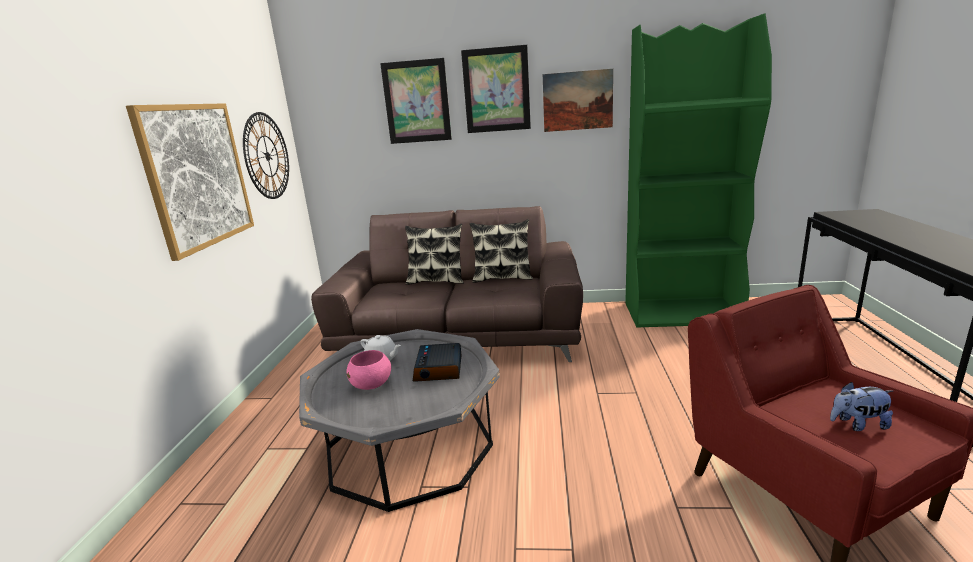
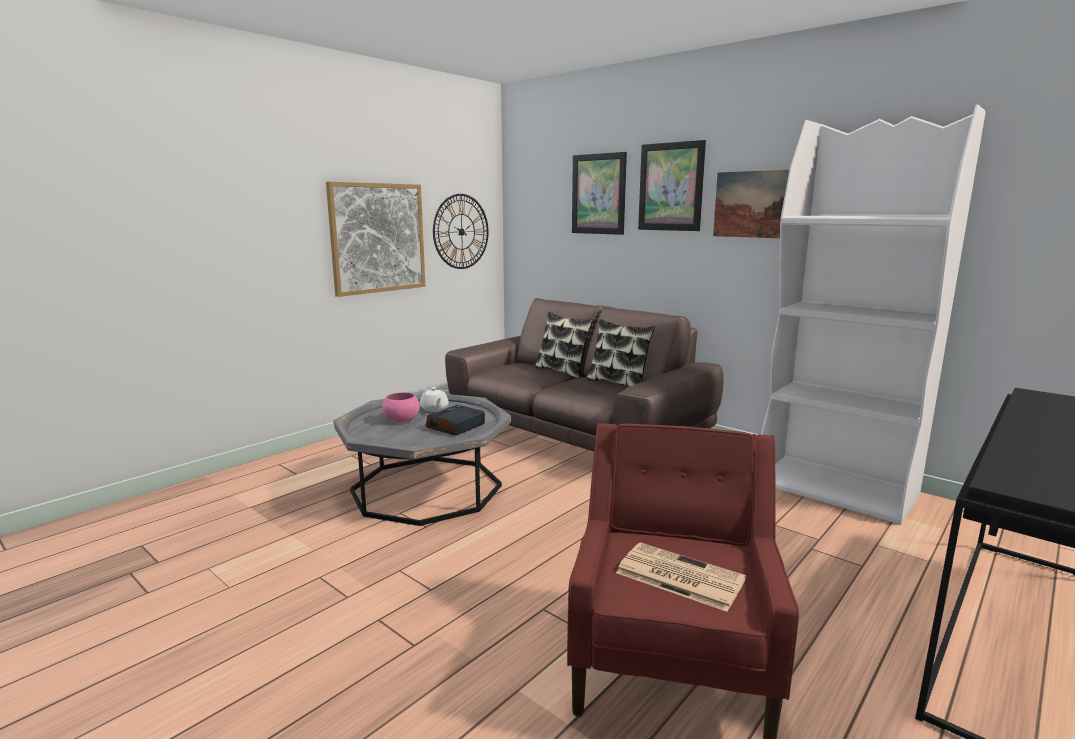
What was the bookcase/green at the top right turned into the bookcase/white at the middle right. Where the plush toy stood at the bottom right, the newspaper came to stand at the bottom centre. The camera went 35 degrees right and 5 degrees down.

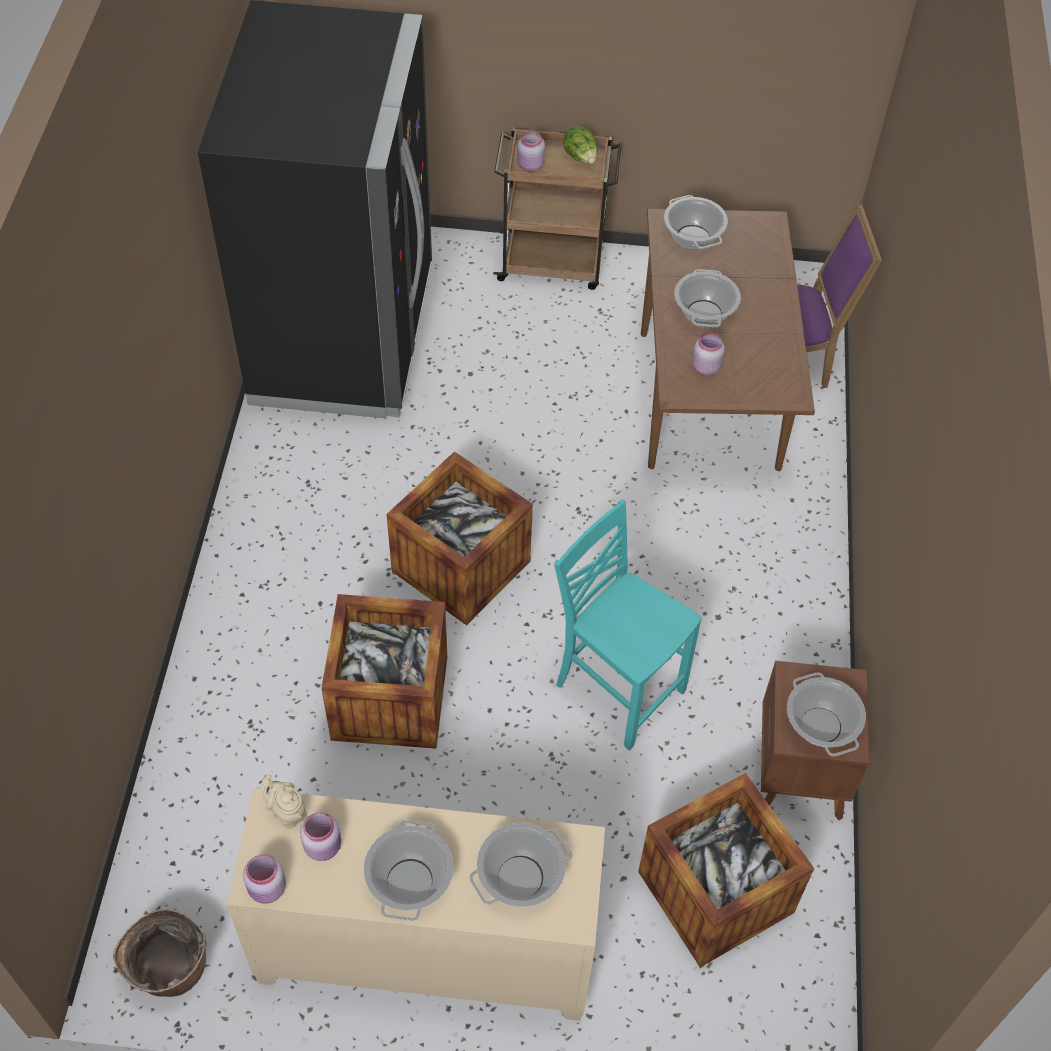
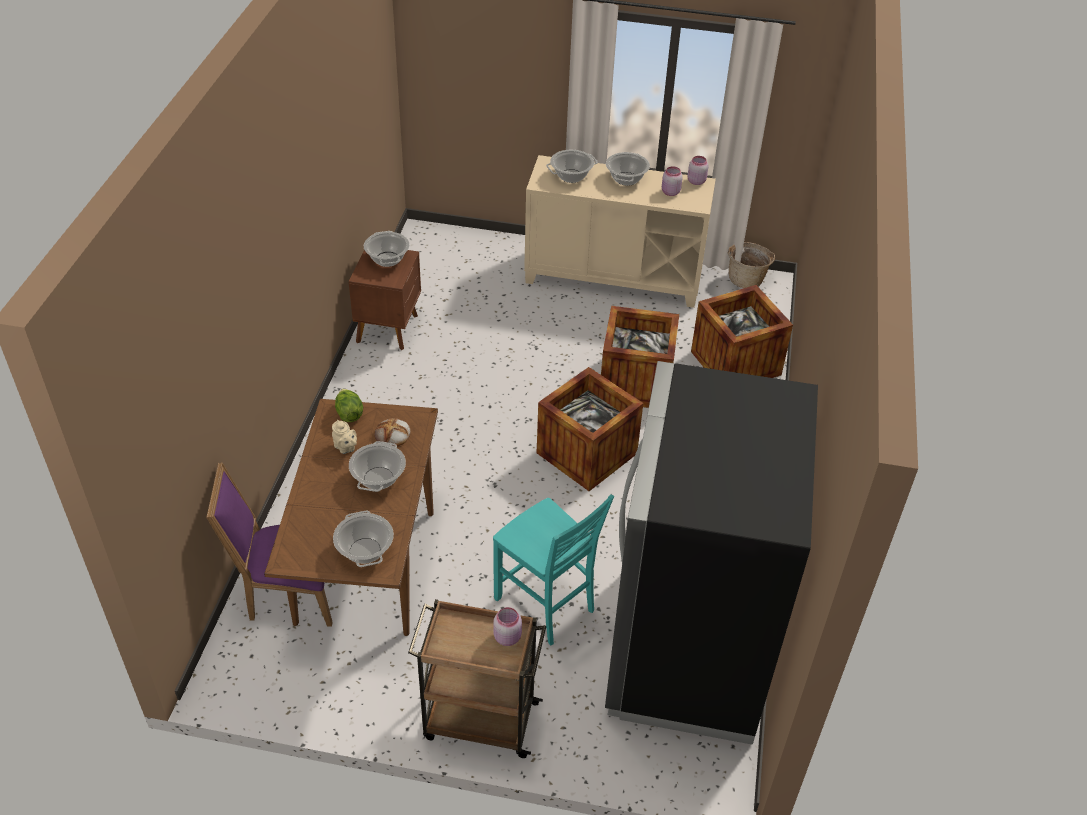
The teapot/beige ended up elsewhere, having gone from the bottom left to the middle left. The chair/turquoise ended up elsewhere, having gone from the centre to the bottom centre. The lettuce ended up elsewhere, having gone from the top centre to the middle left. The crate (3rd from left) ended up elsewhere, having gone from the bottom right to the middle right. Where the jar/pink (4th from left) stood at the middle right, the bread came to stand at the centre. The camera went 175 degrees left and 10 degrees down.

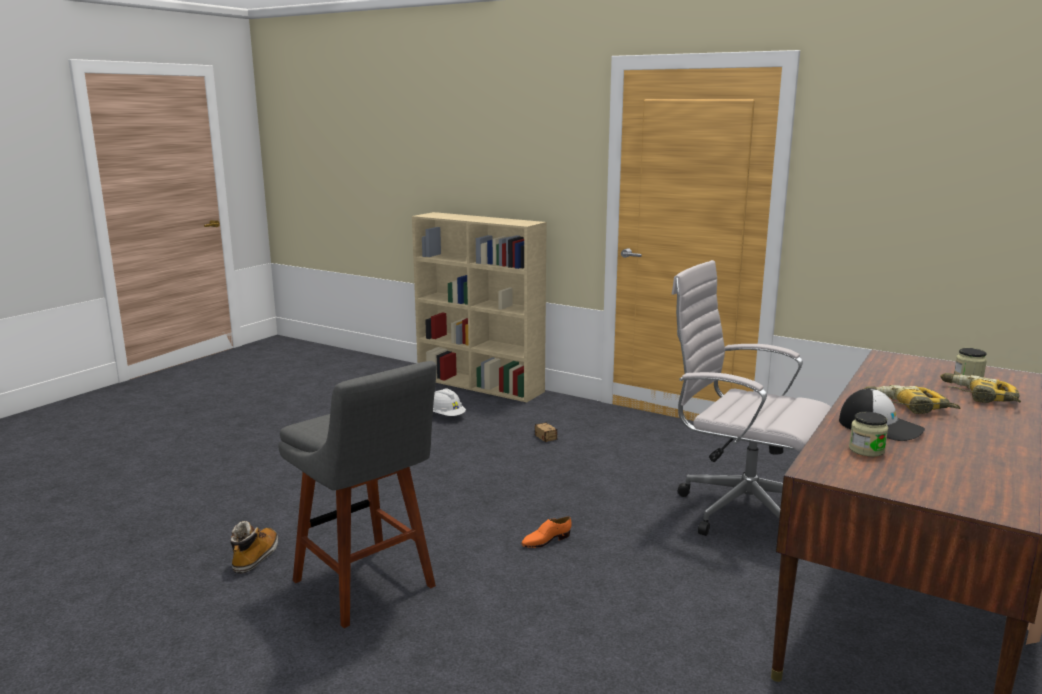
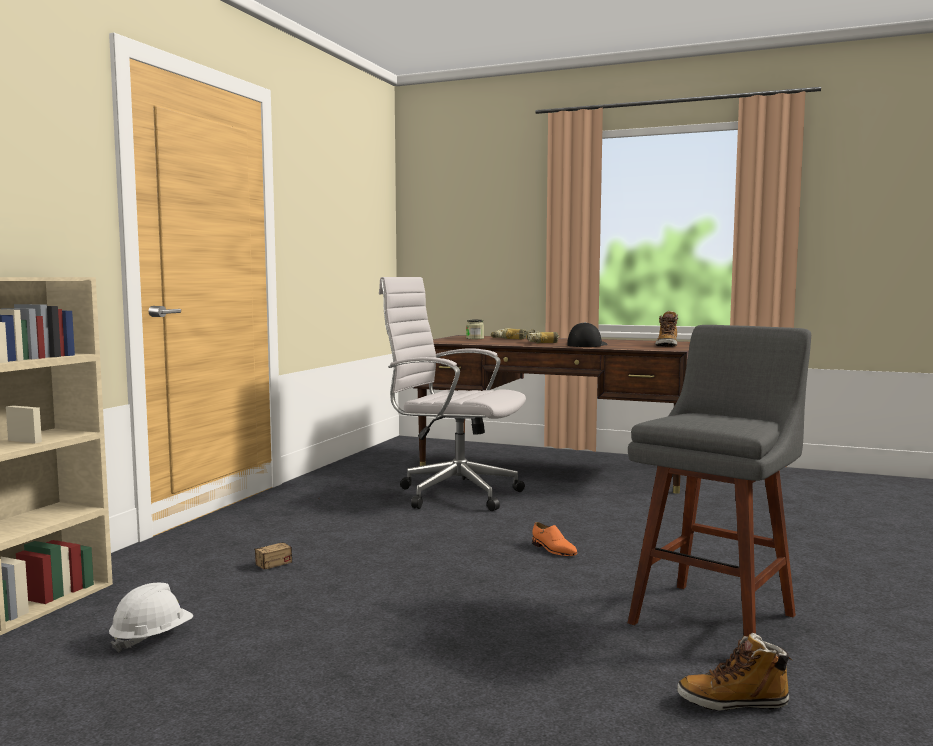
The office chair/white at the middle right ended up facing another way, 90 degrees clockwise from before. The second view lost the jar (1st from left) at the middle right. The second view gained the boot (1st from left) at the middle right. The camera went 100 degrees left and 10 degrees down.

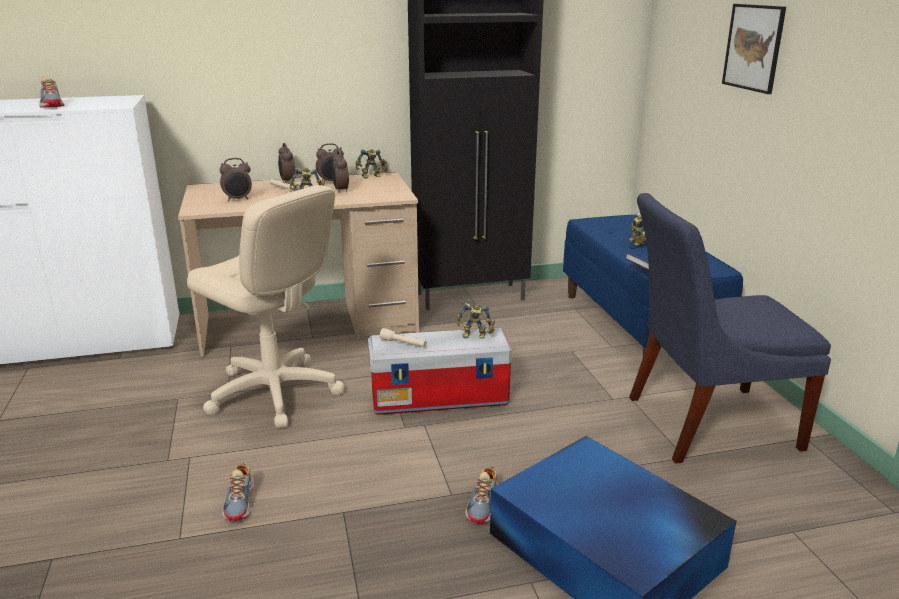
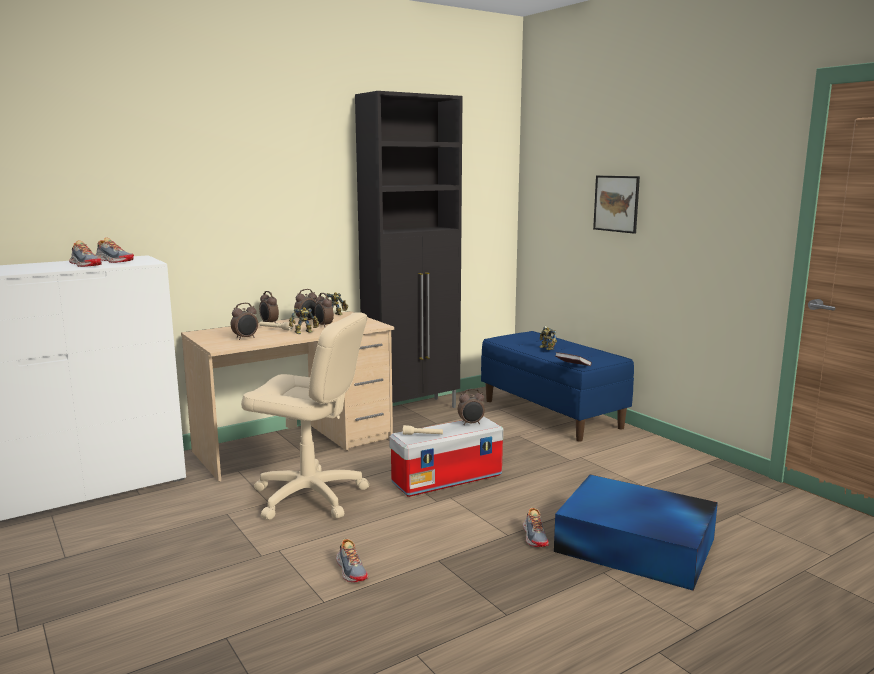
Where the toy robot (3rd from left) stood at the centre, the alarm clock (5th from left) came to stand at the centre. The second view lost the chair/blue at the middle right. The second view gained the shoe (2nd from left) at the middle left. The camera went 20 degrees left and 10 degrees down.

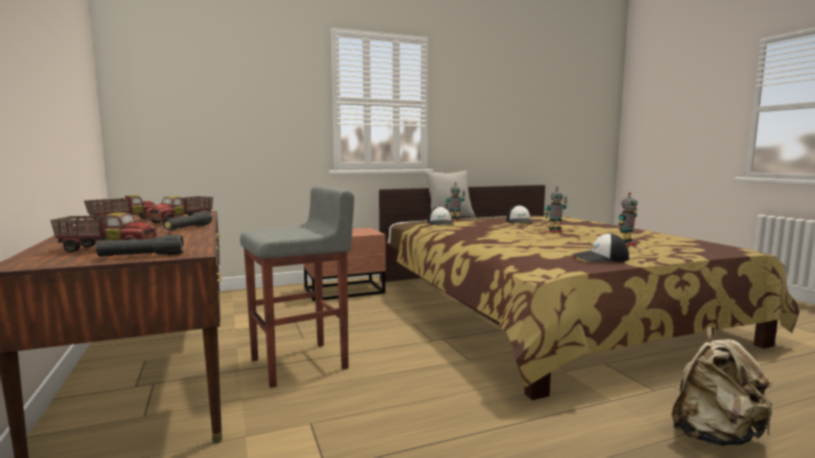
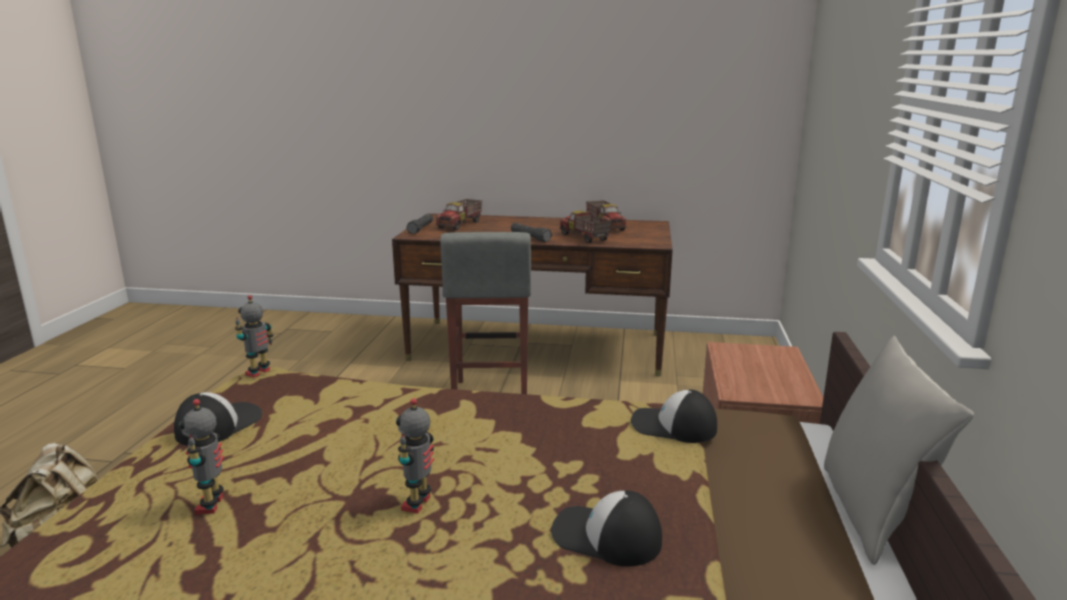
The toy robot (1st from left in the first image) ended up elsewhere, having gone from the centre to the middle left. The camera went 120 degrees right and 10 degrees up.

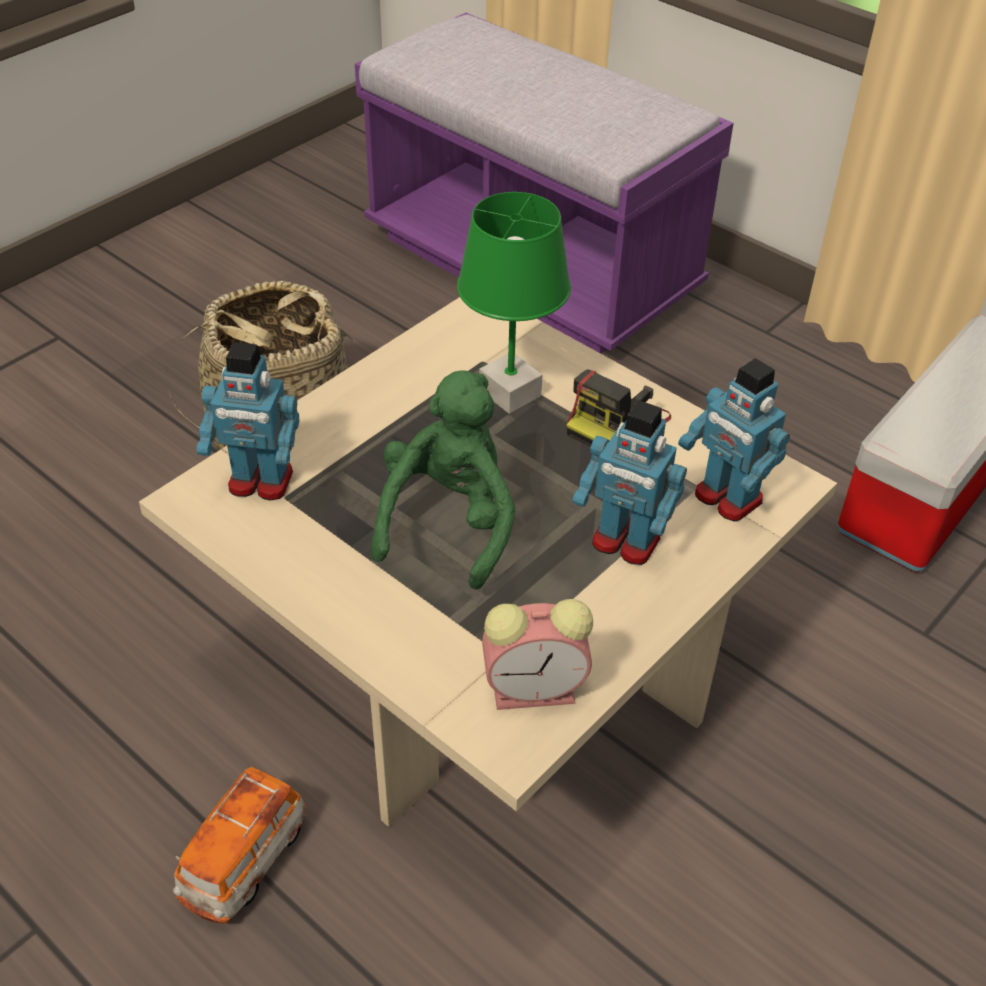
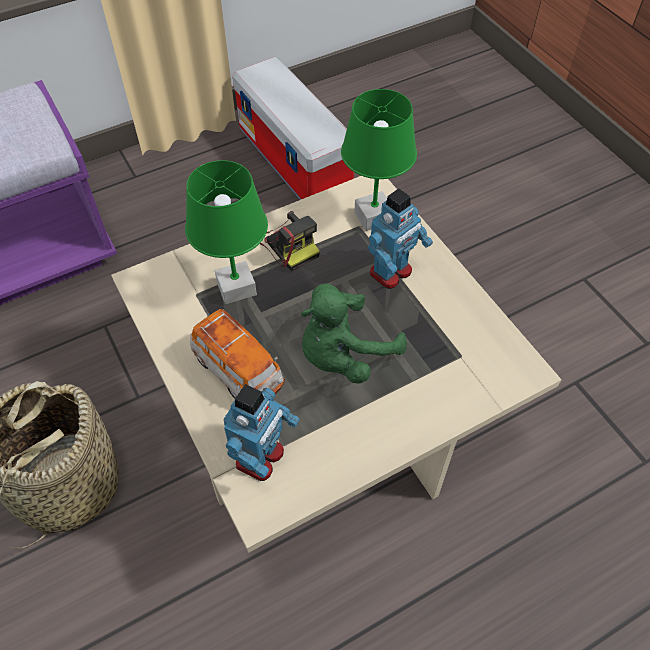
The toy car ended up elsewhere, having gone from the bottom left to the centre. The plush toy/green at the centre ended up facing another way, 75 degrees counterclockwise from before. The second view lost the alarm clock at the centre. Where the toy robot (3rd from left) stood at the middle right, the table lamp/green (2nd from left) came to stand at the top centre. The camera went 70 degrees left and 10 degrees up.

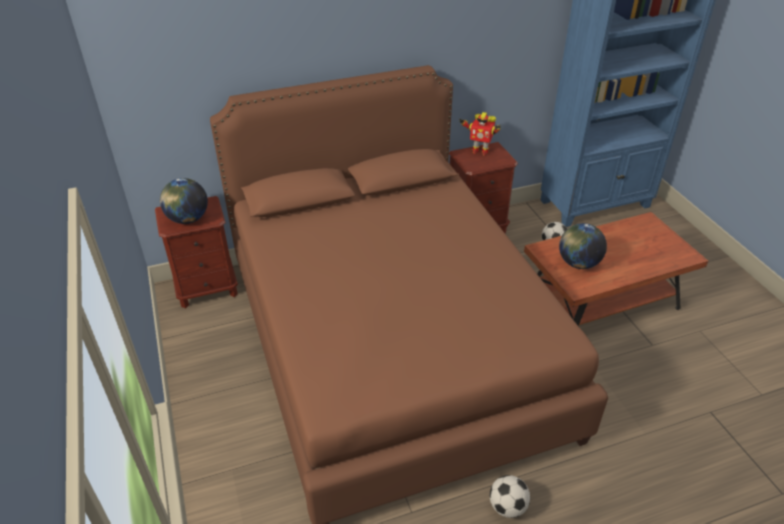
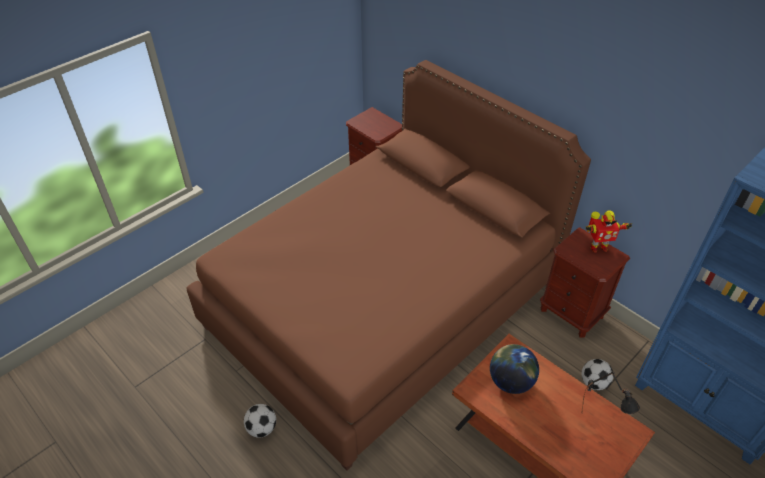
The second view lost the globe (1st from left) at the middle left. The toy robot at the top centre ended up facing another way, 90 degrees counterclockwise from before. The second view gained the table lamp/black at the bottom right. The camera went 65 degrees right and 5 degrees up.

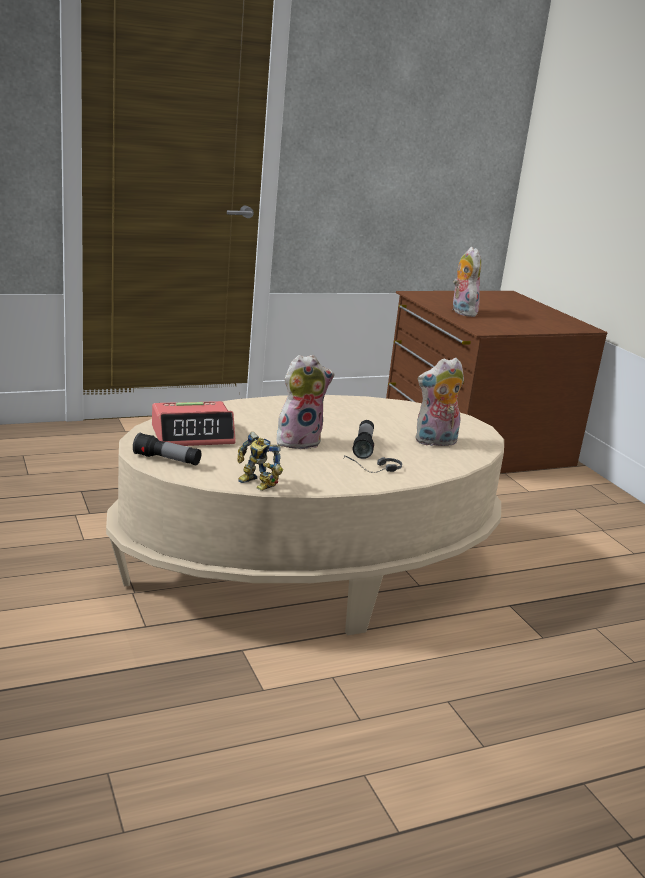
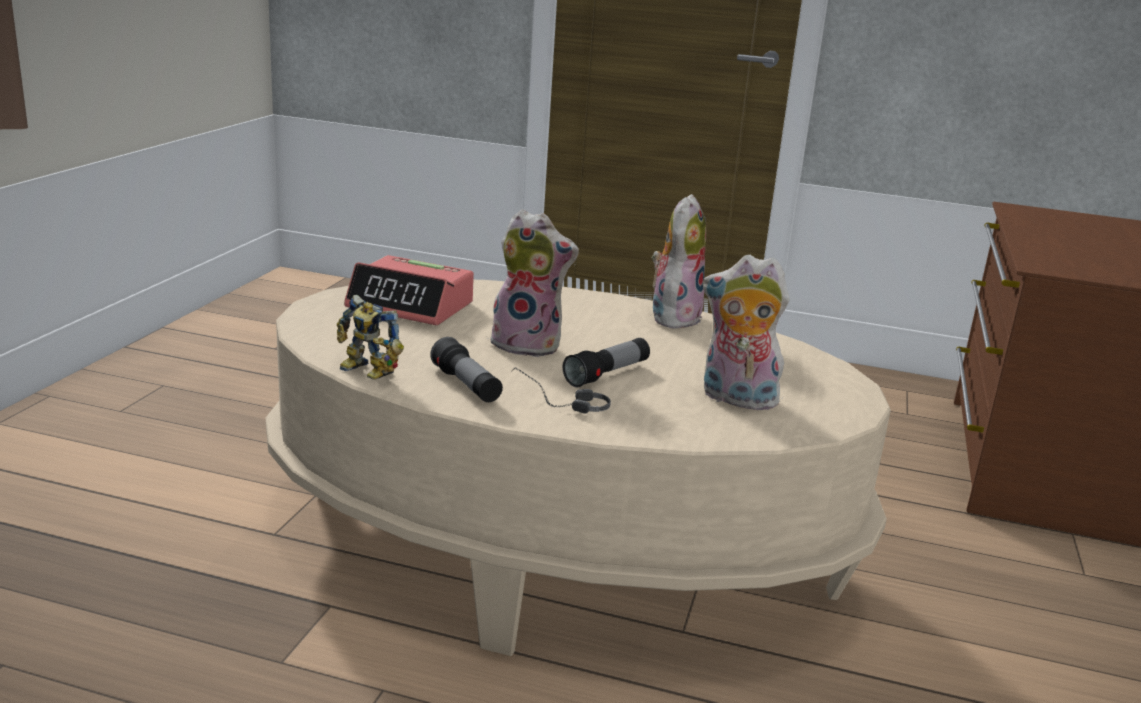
The flashlight (1st from left) ended up elsewhere, having gone from the middle left to the centre. The toy robot at the centre ended up facing another way, 45 degrees counterclockwise from before. The plush toy (3rd from left in the first image) ended up elsewhere, having gone from the top right to the centre. The camera went 40 degrees right and 0 degrees up.

